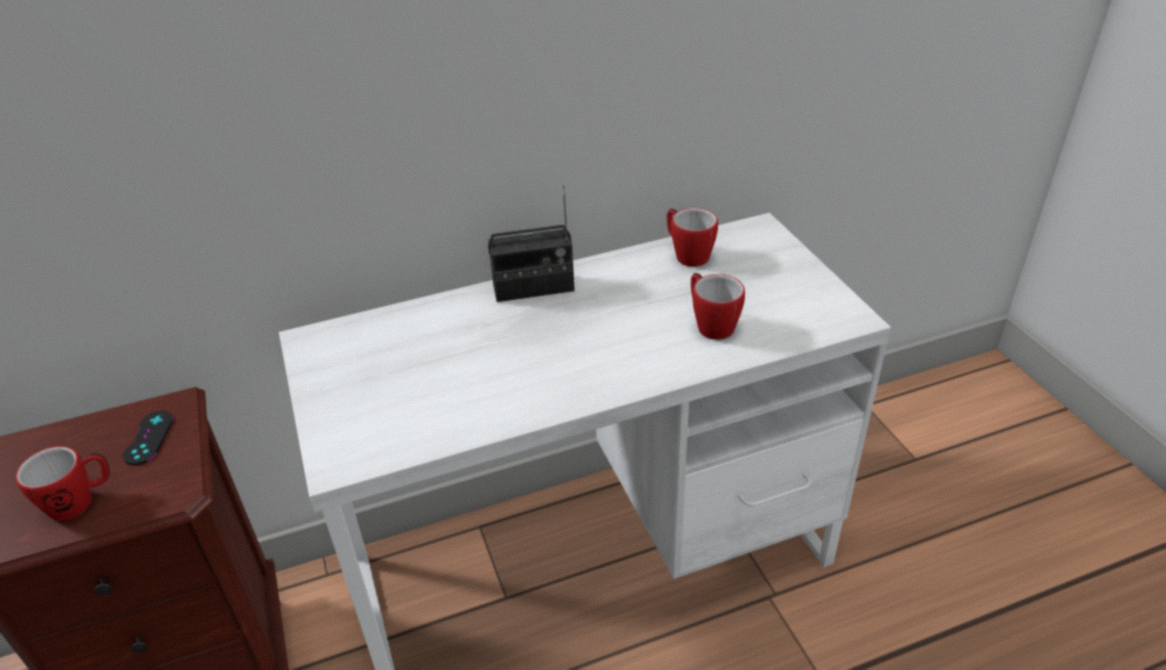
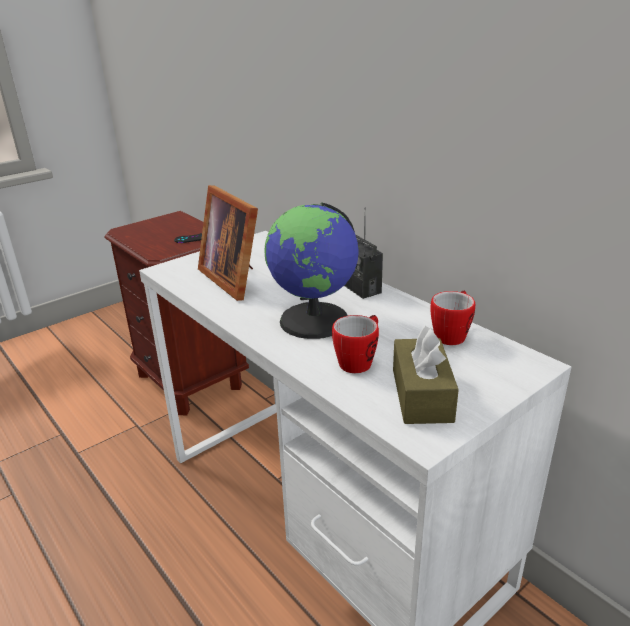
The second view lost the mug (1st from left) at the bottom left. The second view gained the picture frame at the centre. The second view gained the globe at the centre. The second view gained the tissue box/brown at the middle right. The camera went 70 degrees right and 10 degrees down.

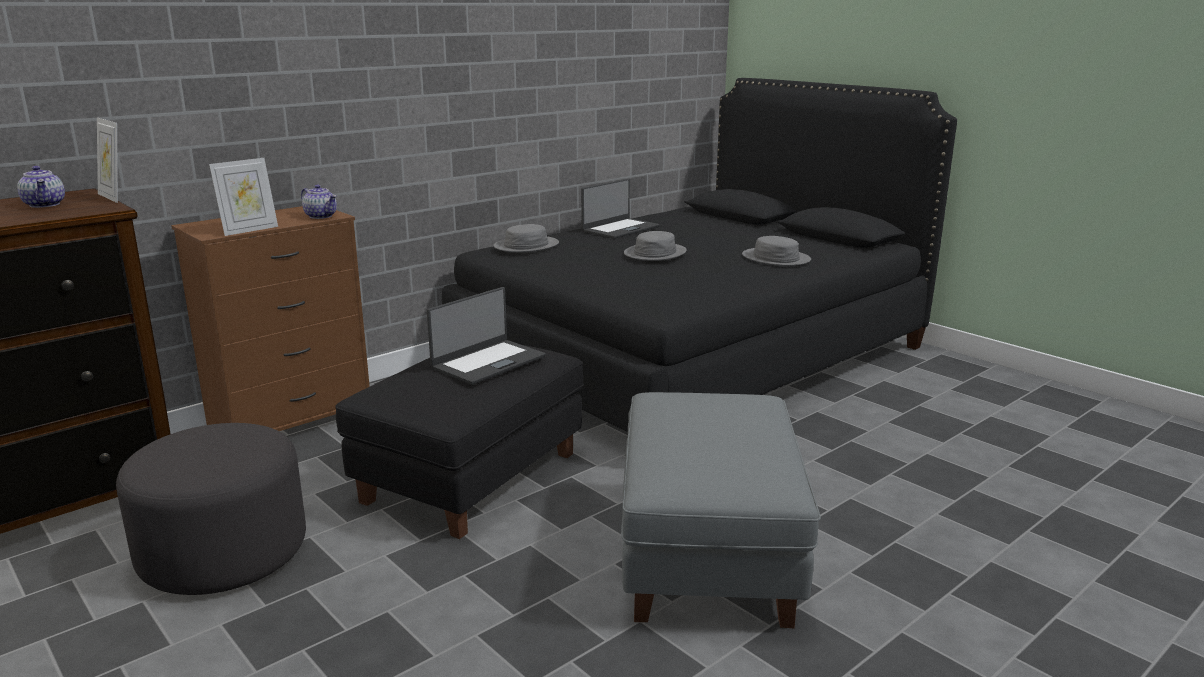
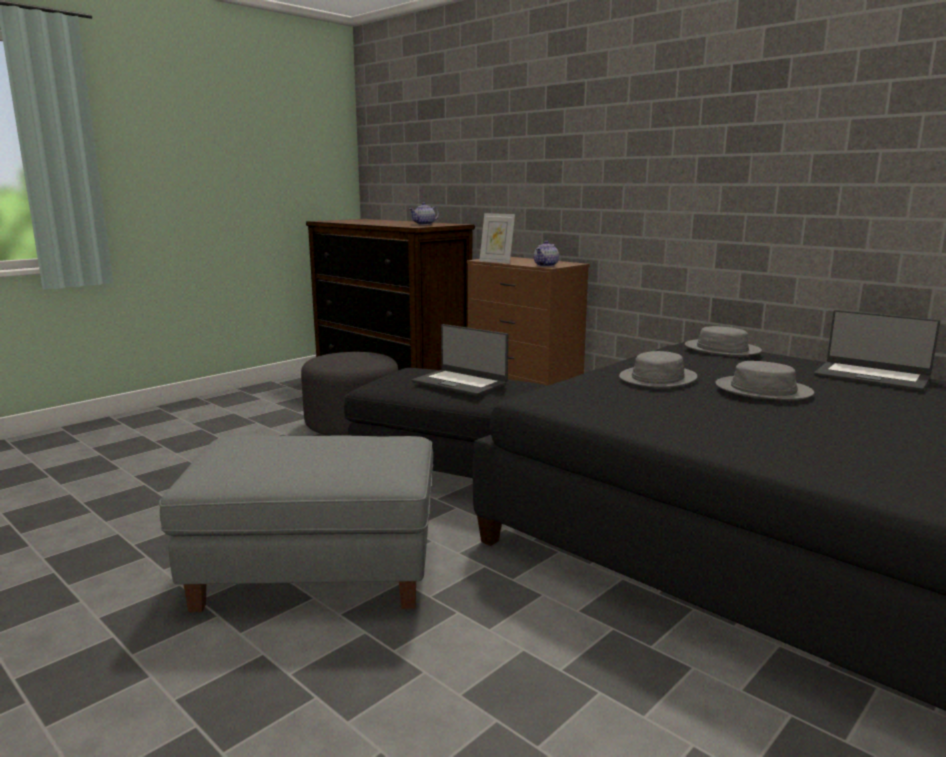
The second view lost the picture frame (1st from left) at the top left. The hat/grey (3rd from left in the first image) ended up elsewhere, having gone from the centre to the middle right. The camera went 85 degrees right and 5 degrees down.

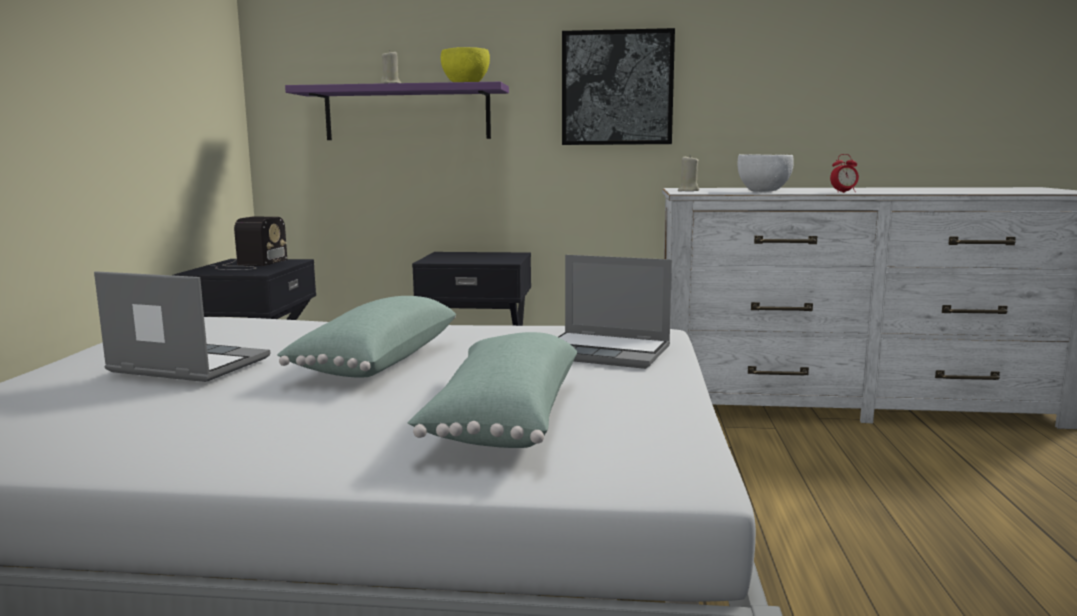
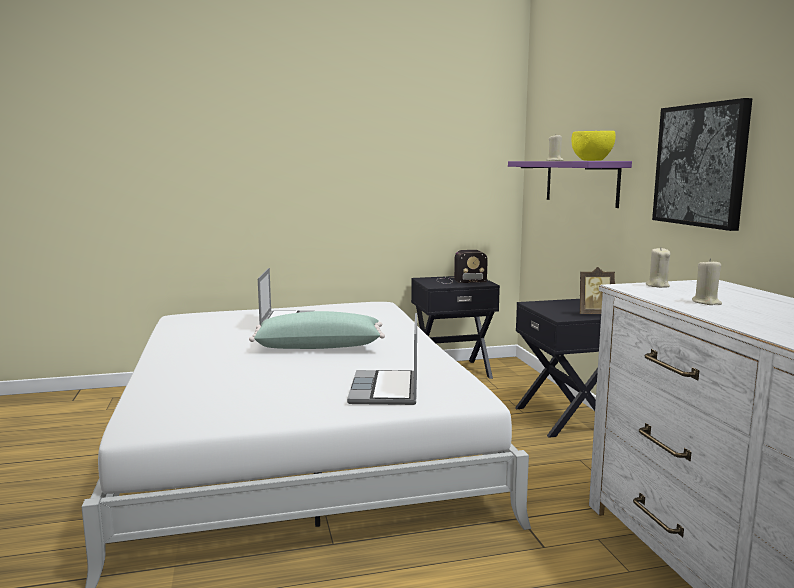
The second view lost the pillow/green (2nd from left) at the centre. Where the bowl/white stood at the top right, the candle/beige (3rd from left) came to stand at the middle right. The second view lost the alarm clock at the top right. The second view gained the picture frame at the middle right. The camera went 70 degrees right and 0 degrees up.

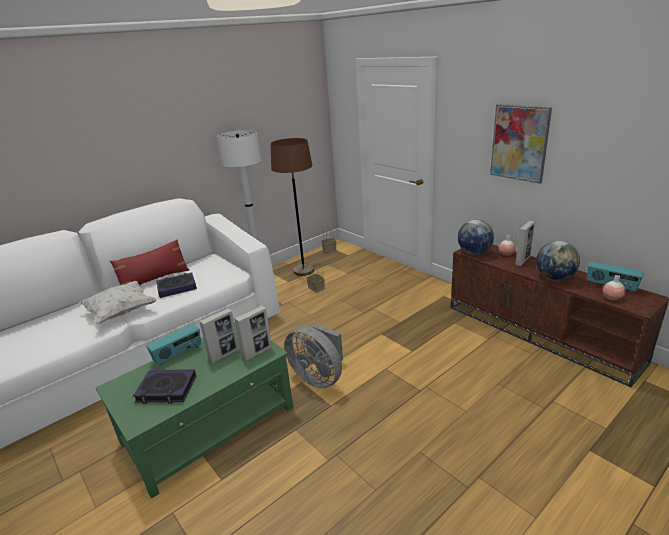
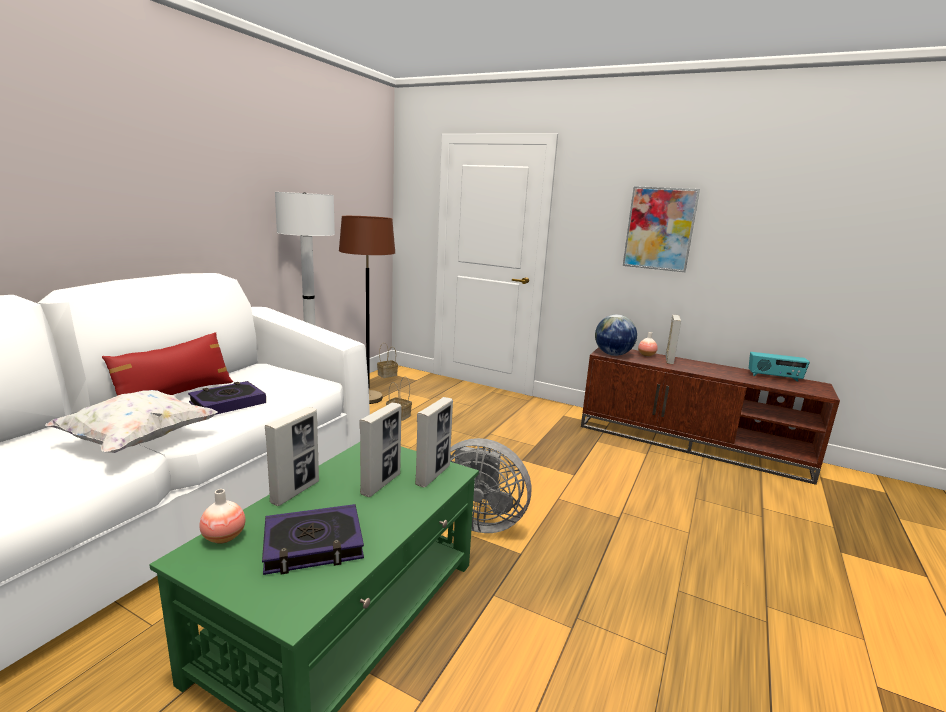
Where the radio (1st from left) stood at the middle left, the picture frame (1st from left) came to stand at the middle left. The second view lost the globe (2nd from left) at the middle right. The vase (2nd from left in the first image) ended up elsewhere, having gone from the middle right to the bottom left. The camera went 25 degrees left and 10 degrees down.

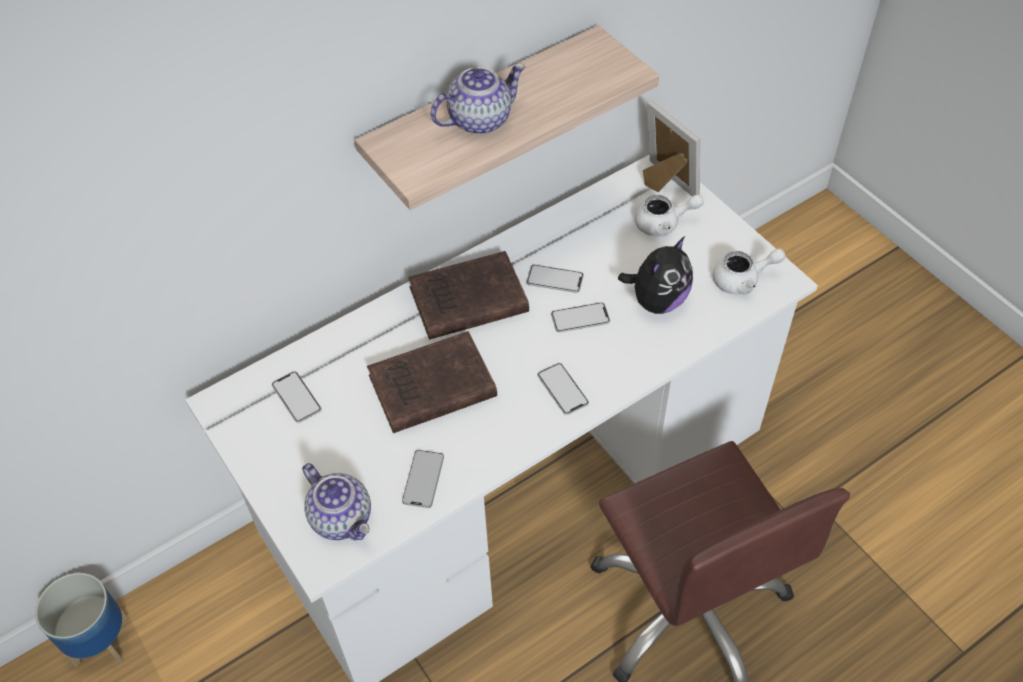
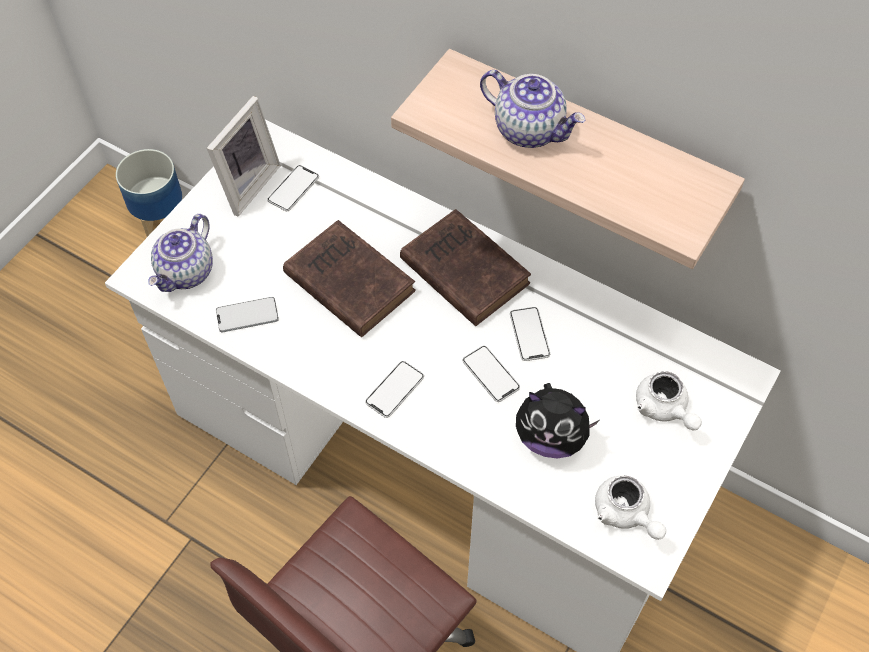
The picture frame ended up elsewhere, having gone from the top centre to the top left. The camera went 65 degrees right and 5 degrees up.

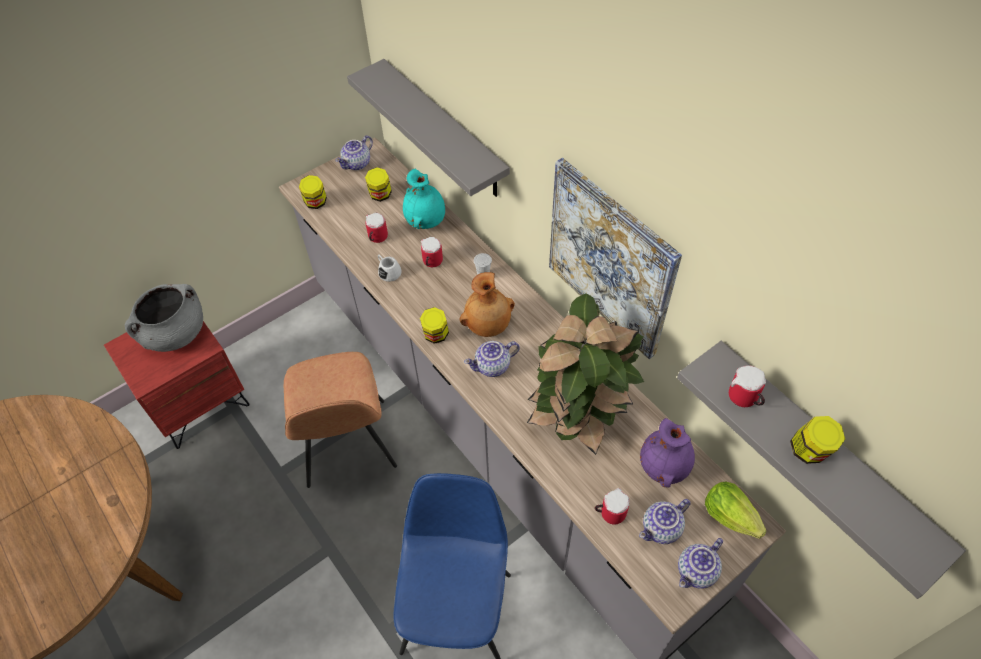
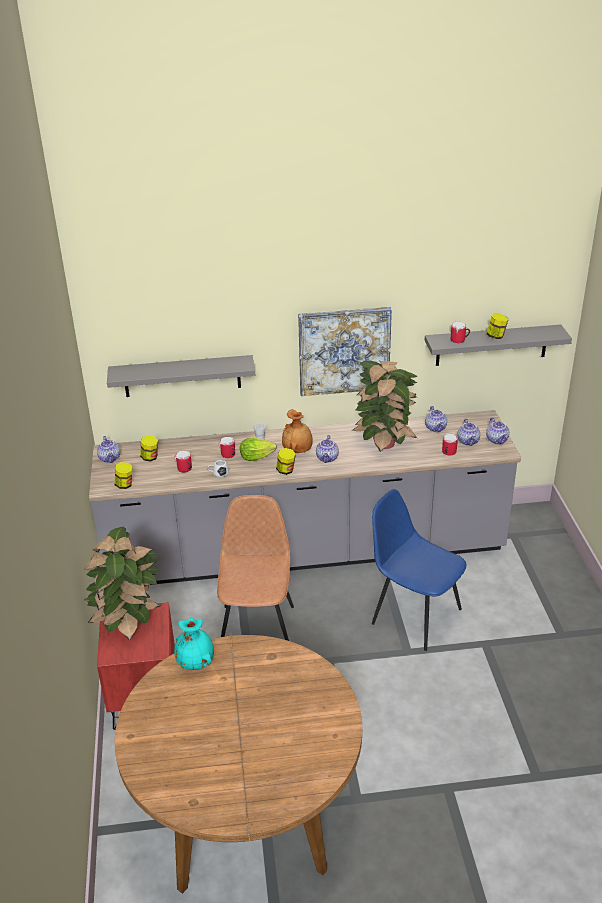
Where the cooking pot/grey stood at the middle left, the potted plant (1st from left) came to stand at the middle left. The chair/brown at the centre ended up facing another way, 105 degrees counterclockwise from before. The vase/turquoise ended up elsewhere, having gone from the top centre to the bottom left. Where the vase/purple stood at the bottom right, the teapot (3rd from left) came to stand at the middle right. The lettuce ended up elsewhere, having gone from the bottom right to the centre. The camera went 60 degrees left and 20 degrees down.

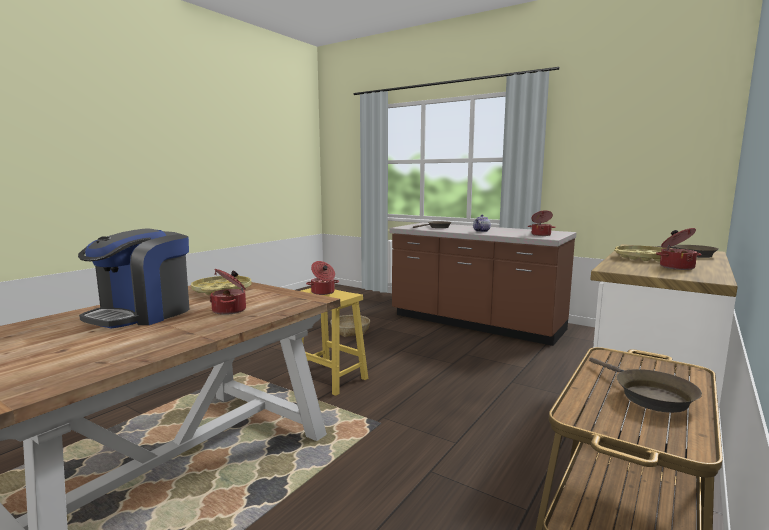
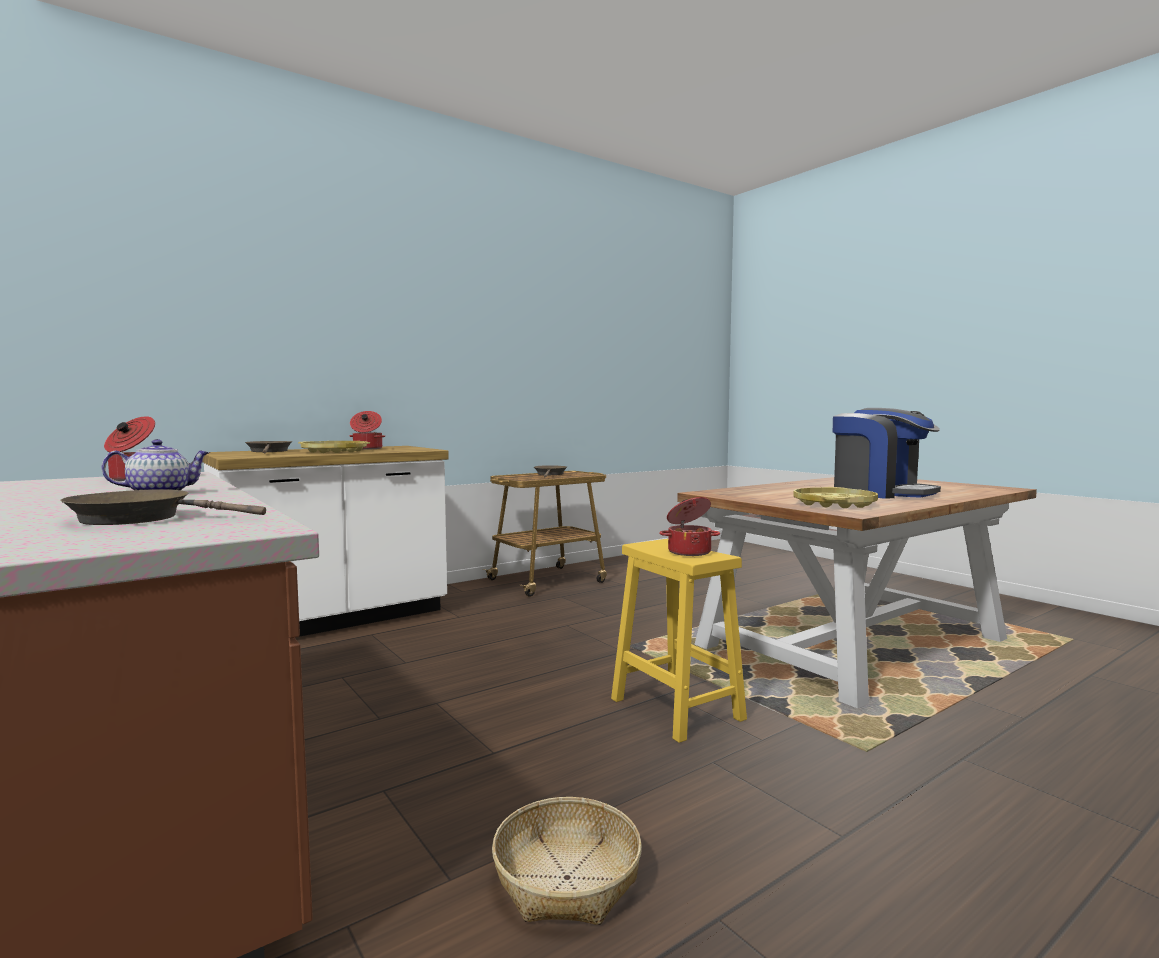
The coffee machine at the middle left ended up facing another way, 90 degrees clockwise from before. The second view lost the cooking pot (1st from left) at the middle left. The camera went 160 degrees left and 5 degrees down.

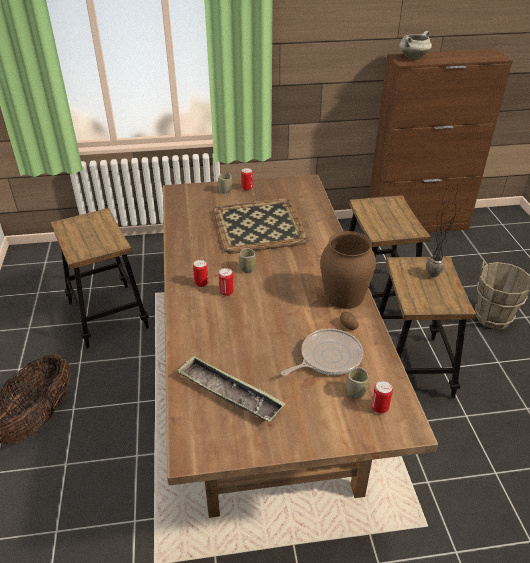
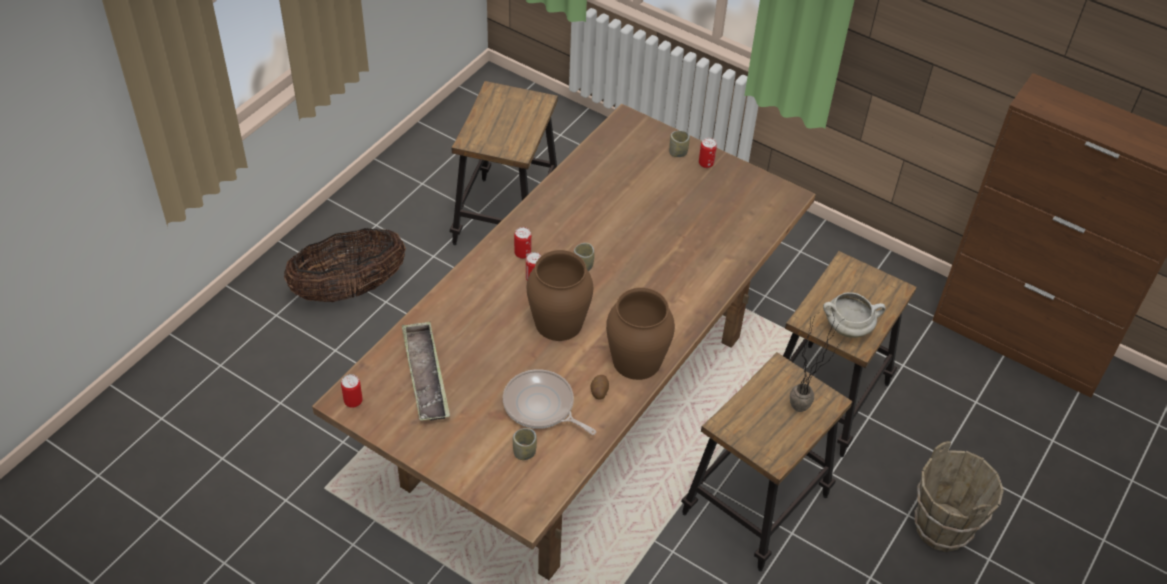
The second view lost the tray (2nd from left) at the centre. The frying pan at the centre ended up facing another way, 150 degrees counterclockwise from before. The can (4th from left in the first image) ended up elsewhere, having gone from the bottom right to the bottom left. The cooking pot/white ended up elsewhere, having gone from the top right to the middle right. The second view gained the vase/brown (1st from left) at the centre. The camera went 40 degrees right and 10 degrees up.

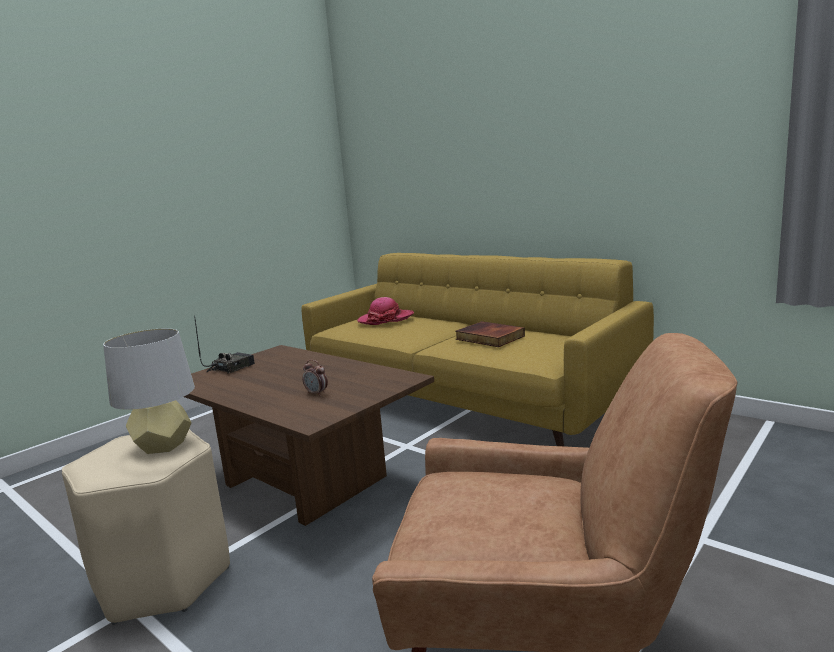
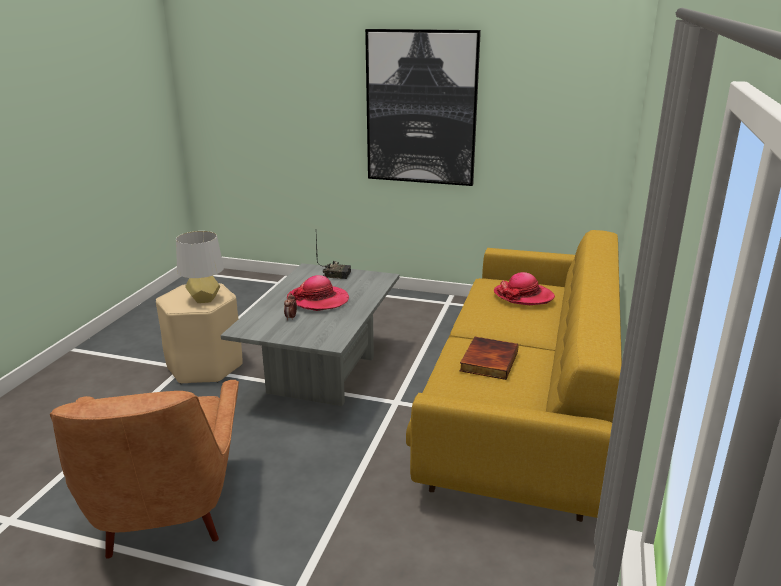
What was the coffee table/brown at the bottom centre turned into the coffee table/grey at the centre. The second view gained the hat (1st from left) at the centre. The second view gained the picture at the top centre. The camera went 65 degrees right and 10 degrees up.

